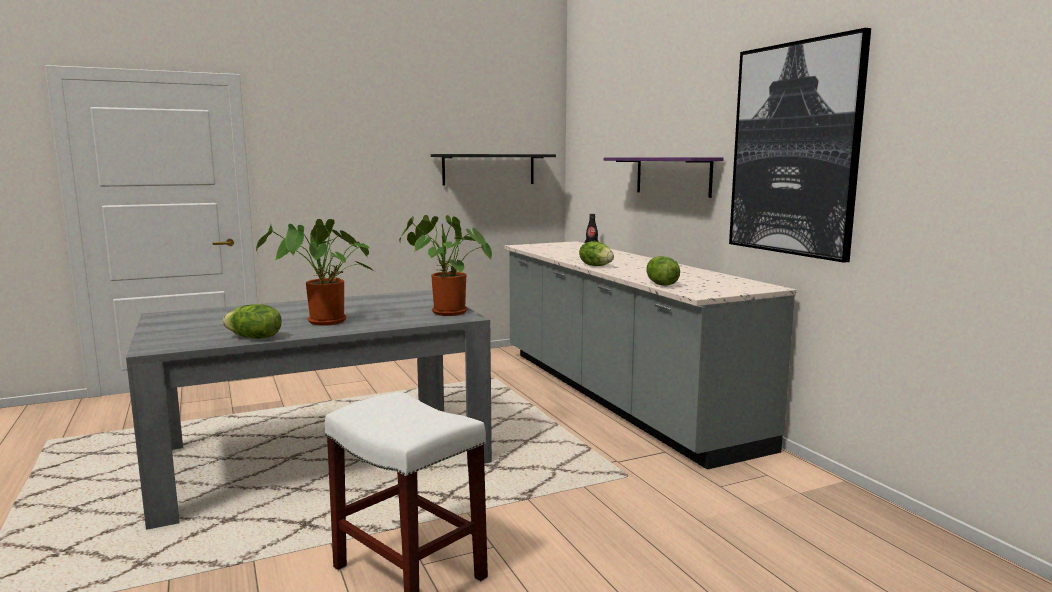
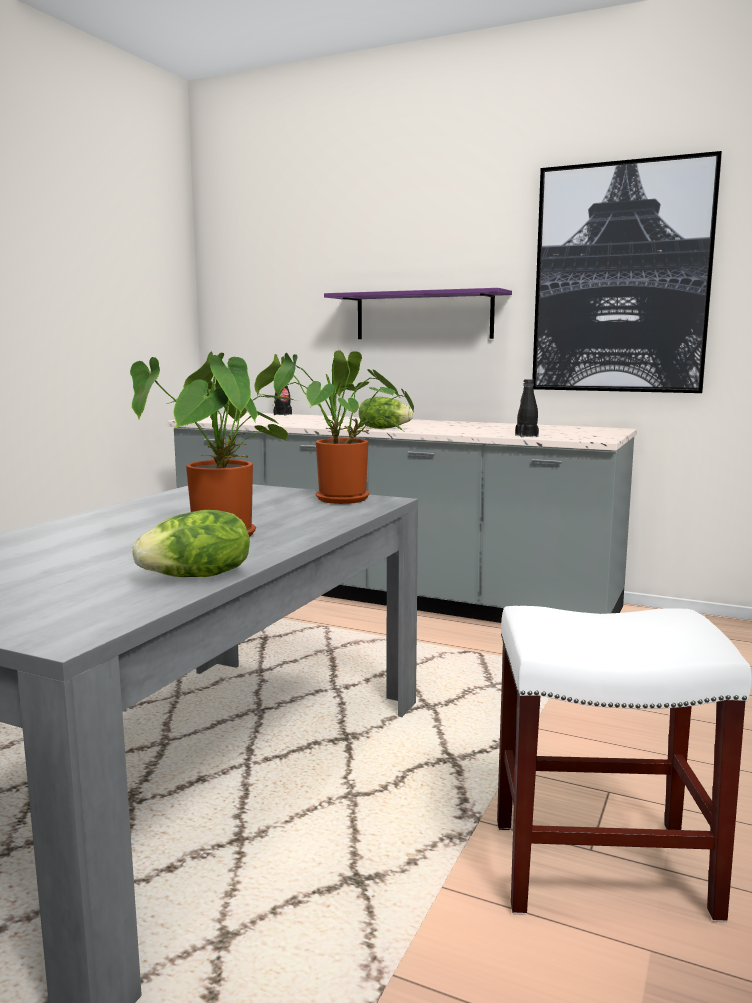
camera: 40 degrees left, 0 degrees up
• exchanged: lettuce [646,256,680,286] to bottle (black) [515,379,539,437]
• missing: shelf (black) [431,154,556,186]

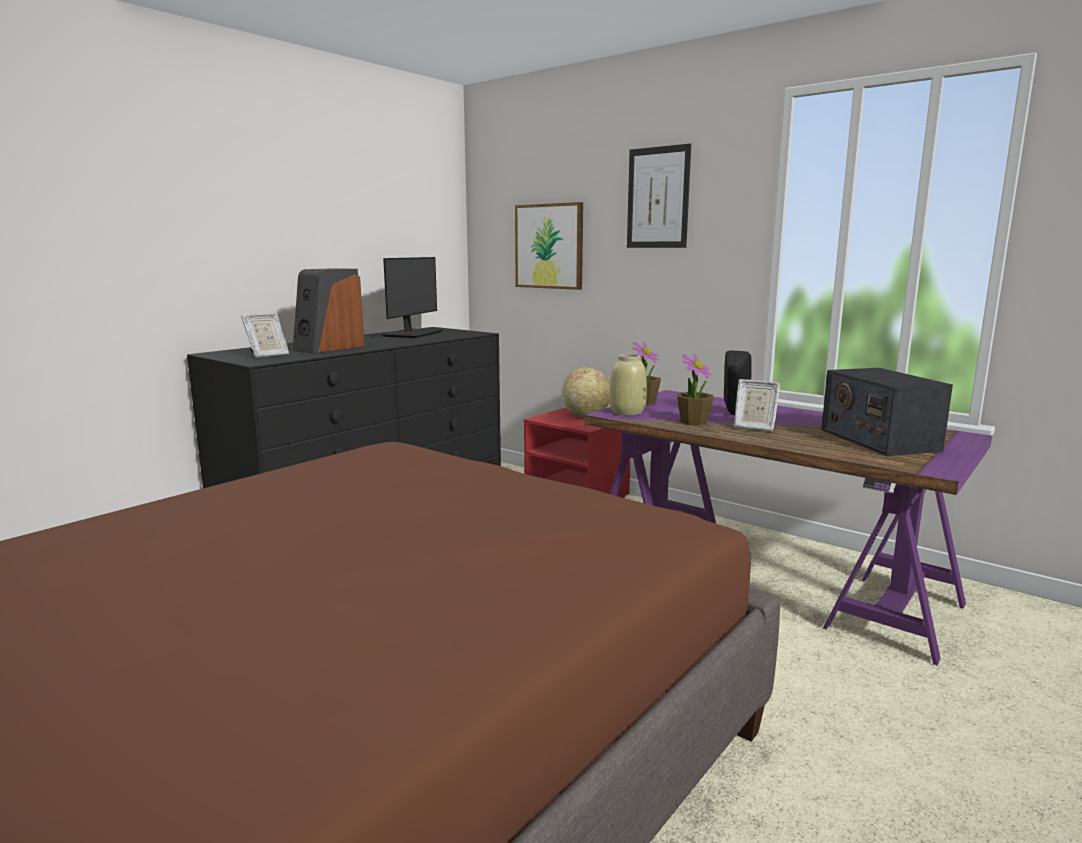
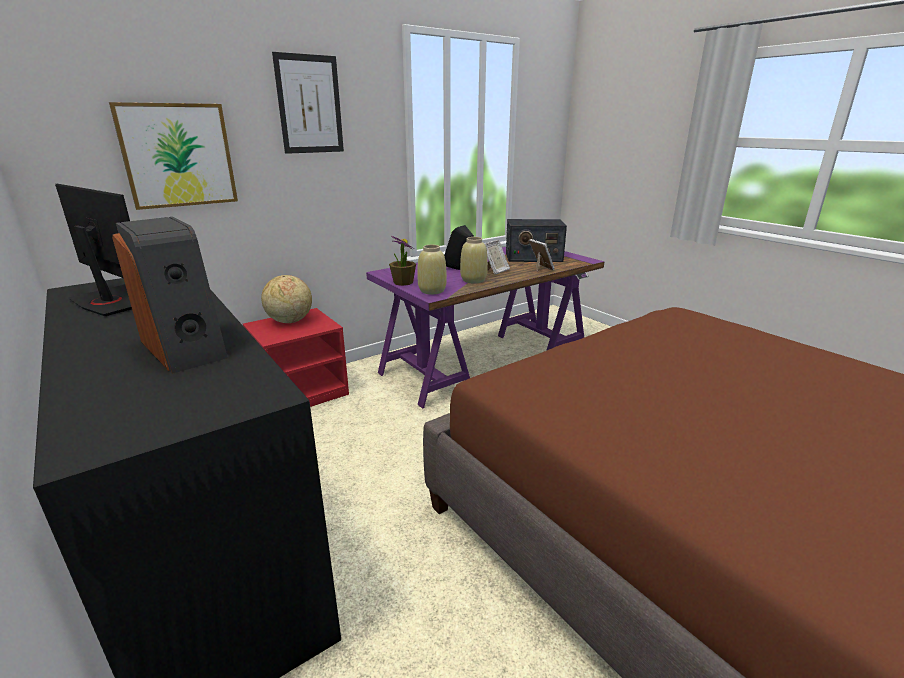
camera: 75 degrees left, 10 degrees up
• exchanged: potted plant [677,354,714,425] to vase (beige) [460,237,488,283]
• relocated: picture frame [241,313,289,358] to [529,239,555,272]

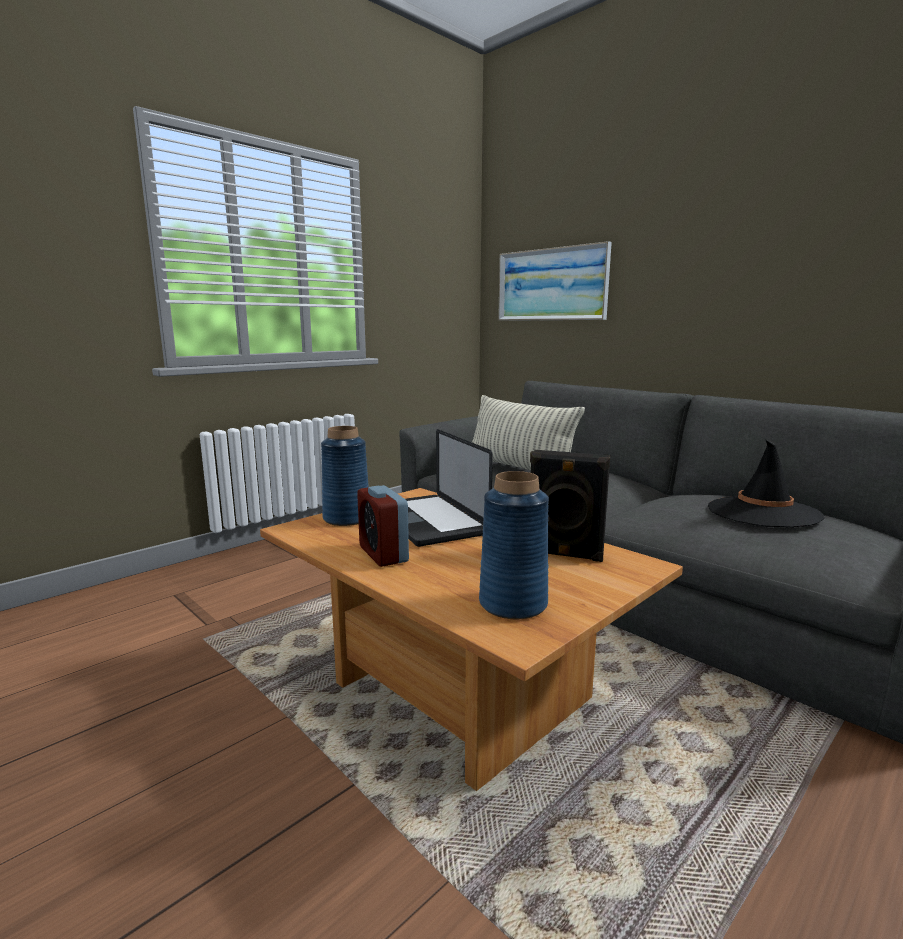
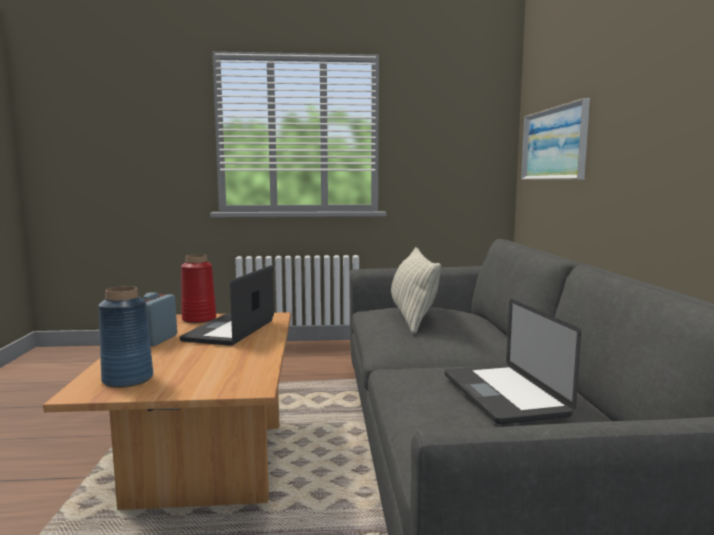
camera: 40 degrees right, 5 degrees down
• colour: vase (blue) [321,426,369,526] to vase (red) [181,254,216,323]
• exchanged: hat (black) [708,440,825,527] to laptop [444,299,581,424]
• missing: speaker (black) [530,450,610,562]

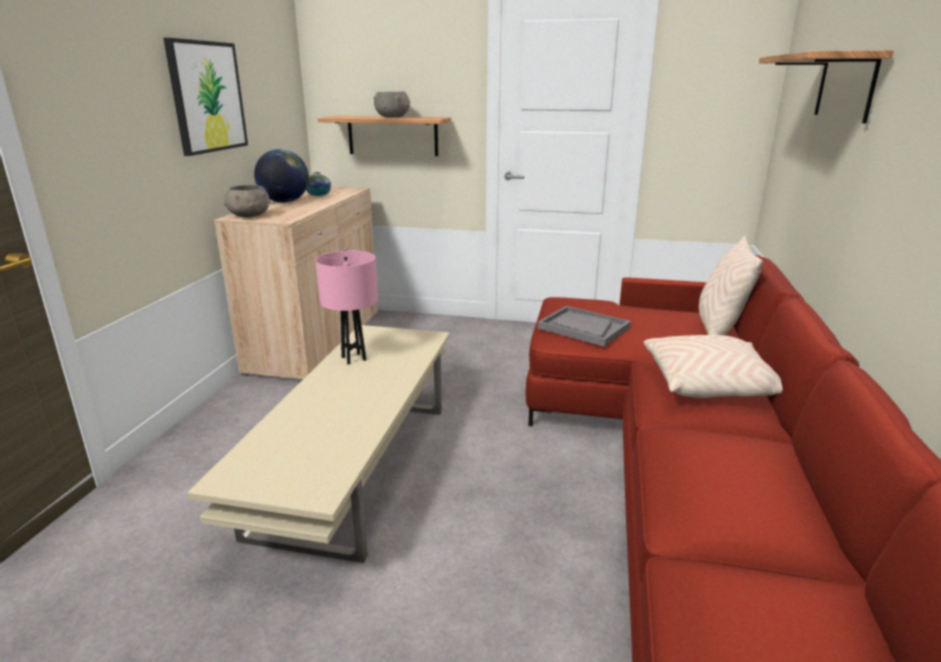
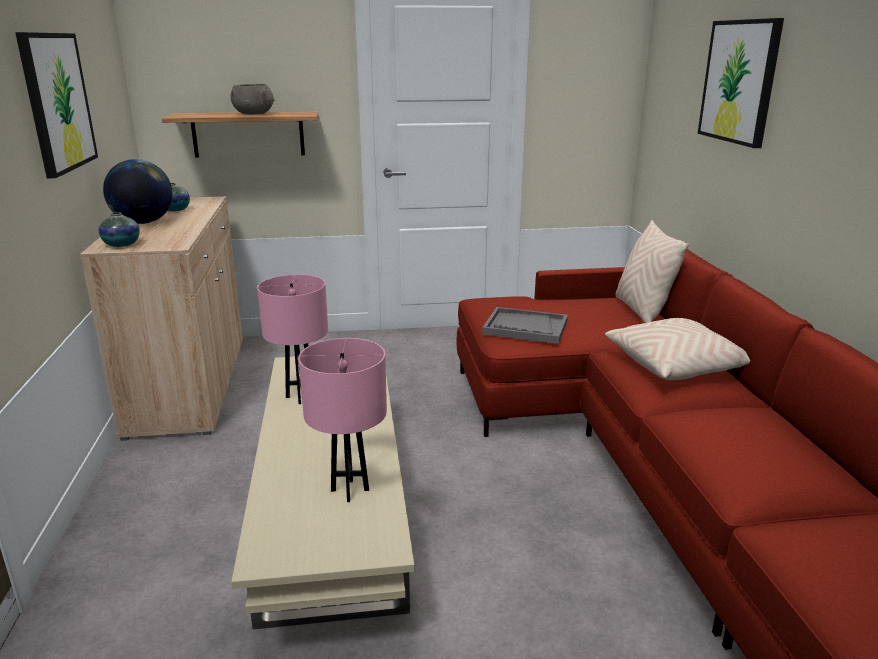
camera: 20 degrees left, 0 degrees up
• exchanged: bowl (grey) [224,185,271,217] to vase [99,212,140,247]
• appeared: table lamp (pink) [298,338,387,502]
• exchanged: shelf [759,50,894,124] to picture [698,18,784,148]

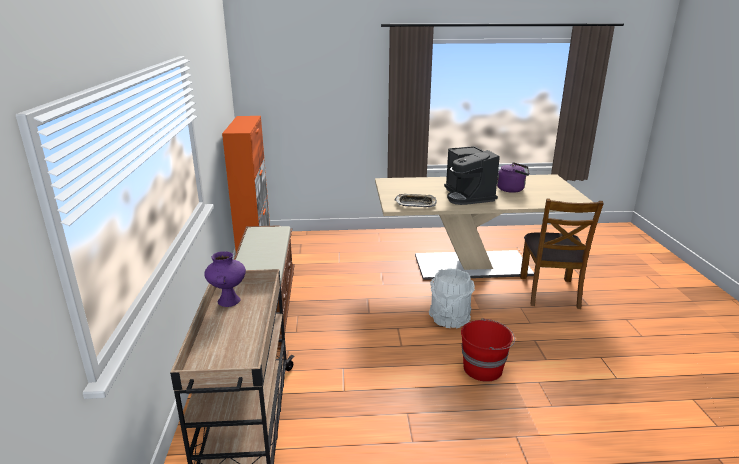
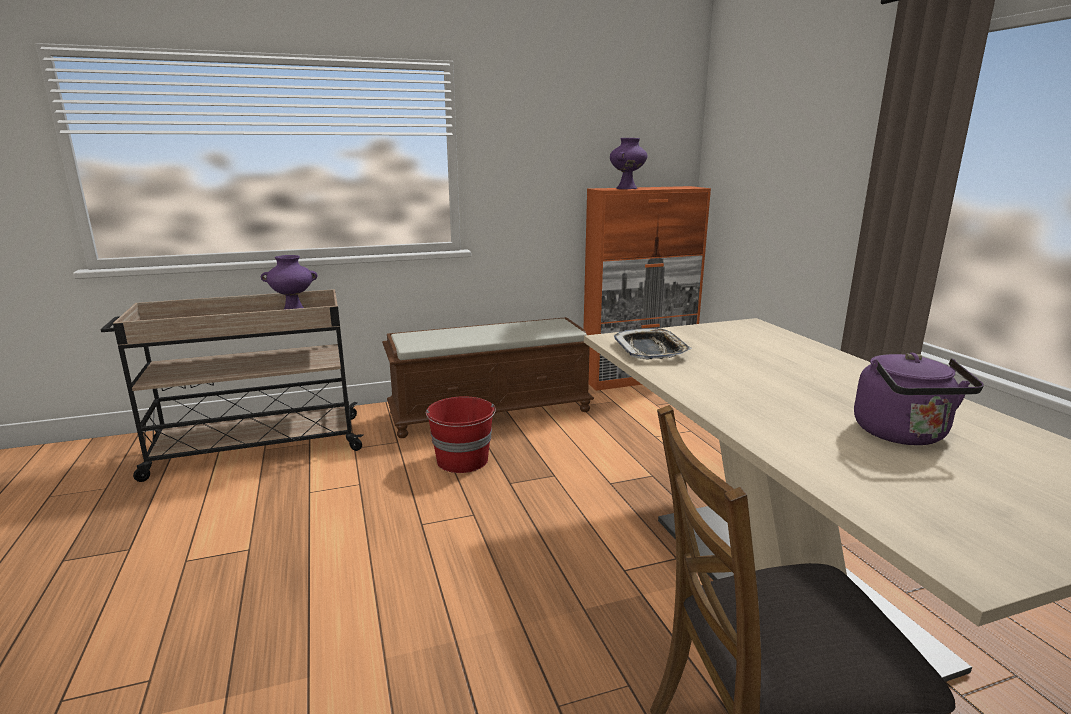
camera: 75 degrees right, 5 degrees down
• relocated: bucket (red) [461,318,515,382] to [426,396,496,473]
• appeared: vase (purple) [610,138,647,189]
• missing: bucket (white) [429,269,475,328]
• missing: coffee machine [444,146,500,205]

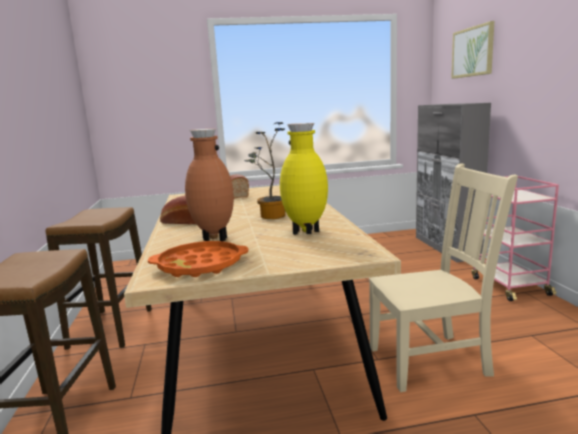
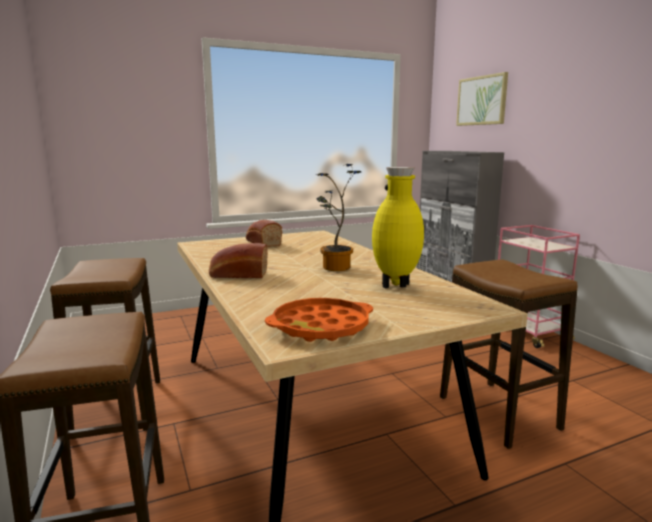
camera: 15 degrees left, 0 degrees up
• exchanged: chair (beige) [369,163,518,392] to stool [440,260,577,449]
• missing: vase (brown) [185,129,234,241]

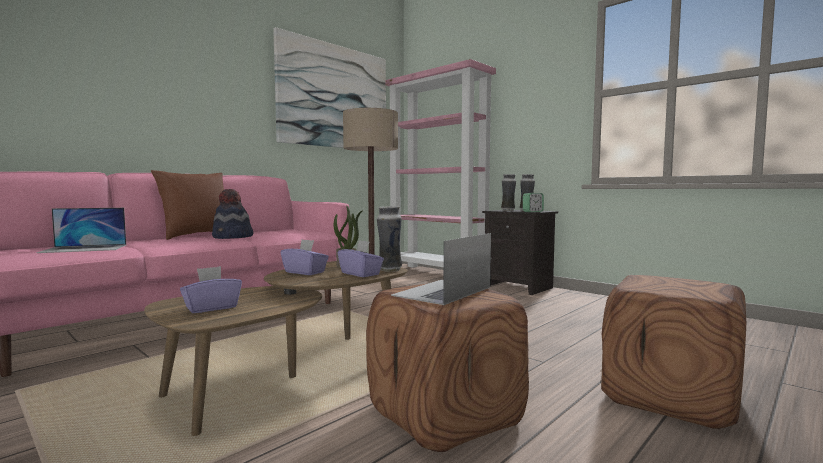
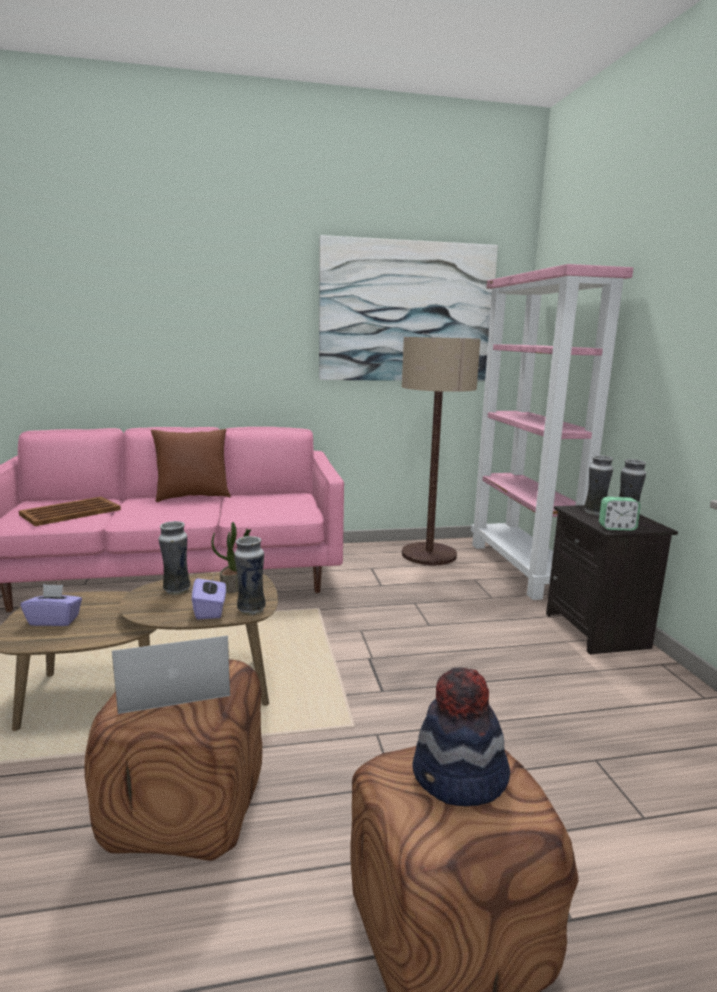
camera: 35 degrees right, 10 degrees up
• exchanged: laptop [36,208,126,253] to tray (brown) [19,497,121,526]
• exchanged: tissue box (purple) [281,240,329,275] to vase [159,521,190,595]
• relocated: hat [212,189,253,239] to [412,667,510,806]

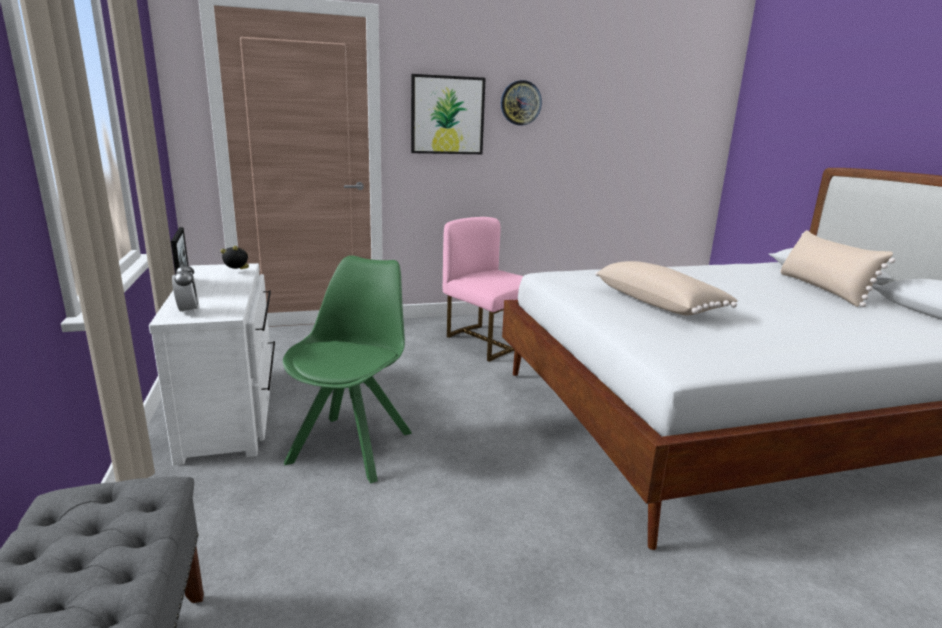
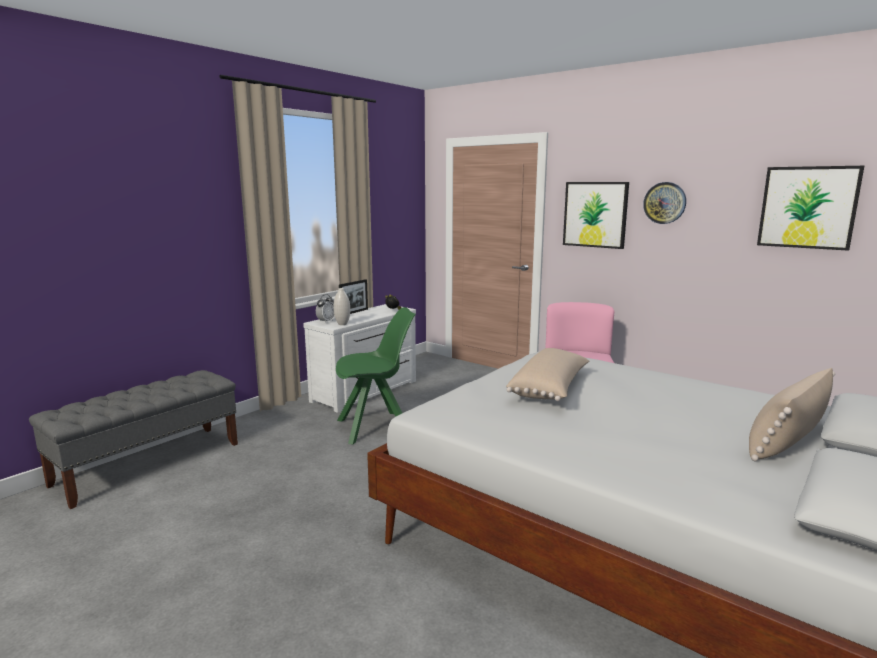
camera: 55 degrees right, 5 degrees down
• appeared: vase (white) [333,288,350,325]
• appeared: picture [757,166,864,251]

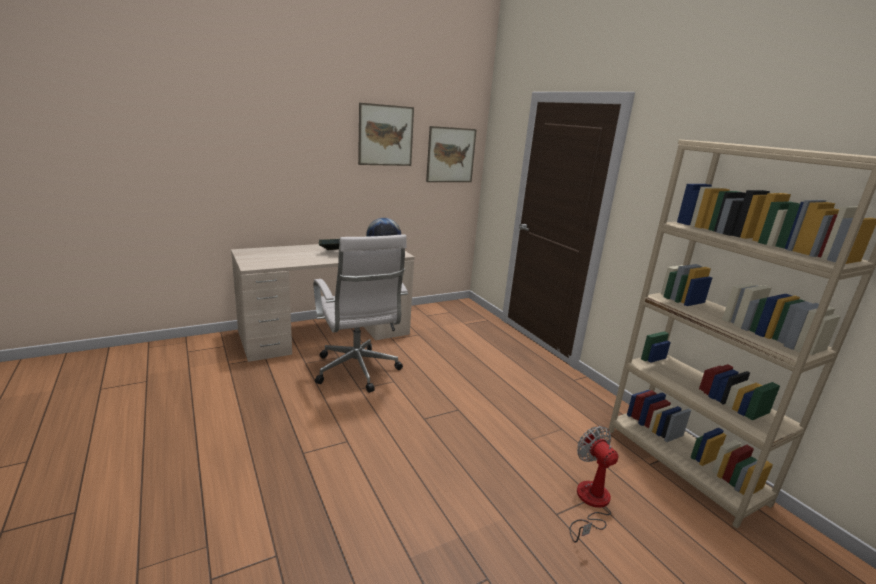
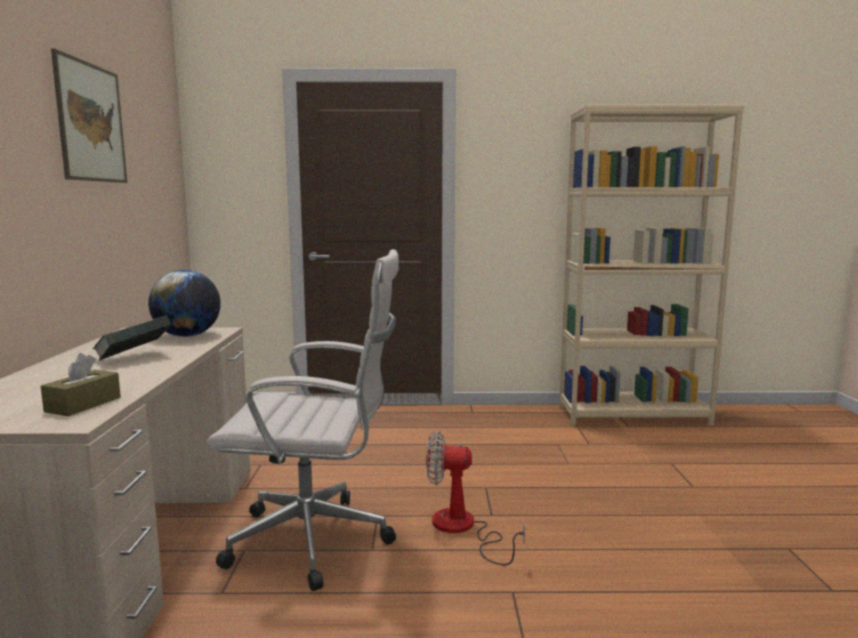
camera: 60 degrees left, 10 degrees down
• appeared: tissue box (brown) [41,353,121,416]
• relocated: fan [569,426,618,543] to [426,431,525,565]
• missing: picture [426,126,477,182]

